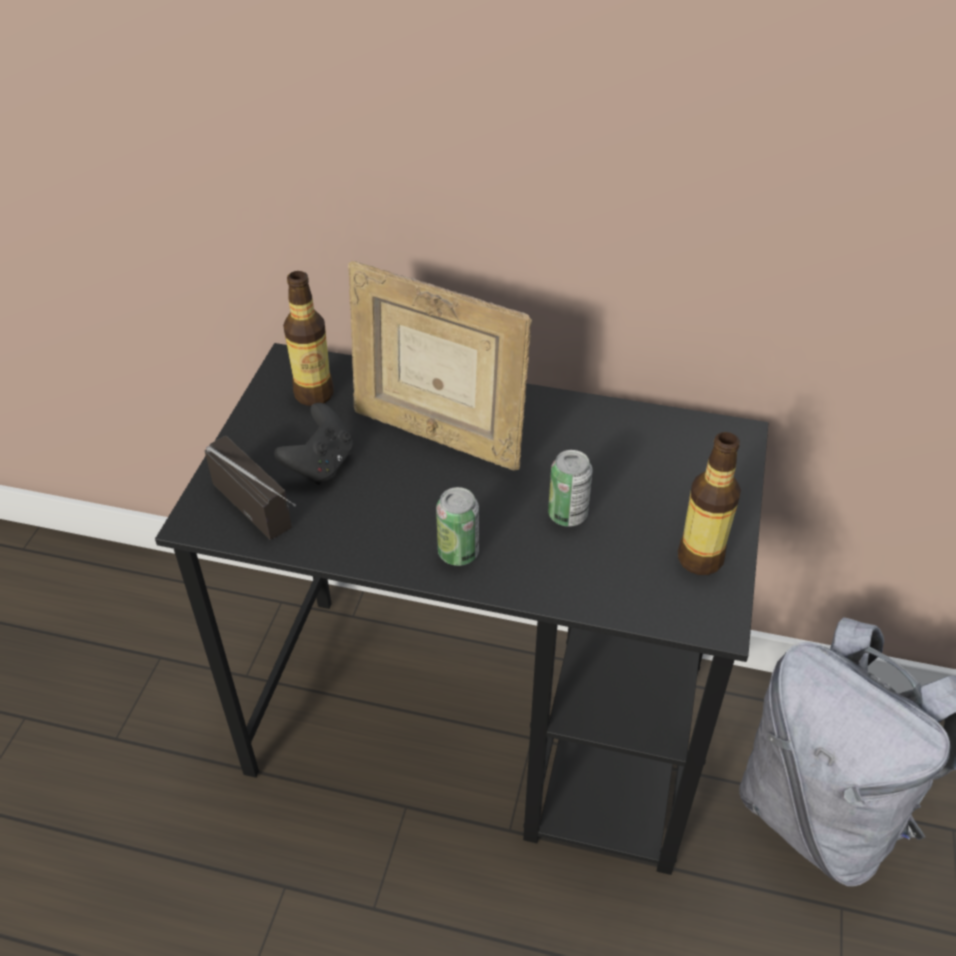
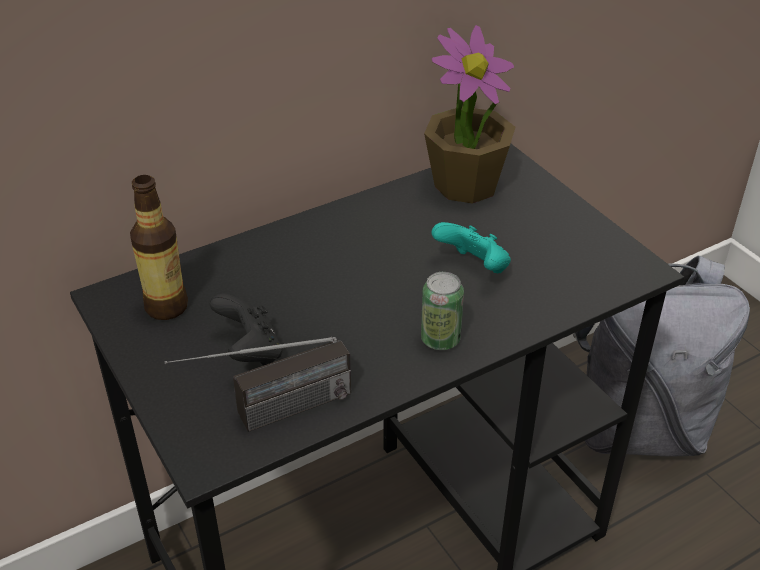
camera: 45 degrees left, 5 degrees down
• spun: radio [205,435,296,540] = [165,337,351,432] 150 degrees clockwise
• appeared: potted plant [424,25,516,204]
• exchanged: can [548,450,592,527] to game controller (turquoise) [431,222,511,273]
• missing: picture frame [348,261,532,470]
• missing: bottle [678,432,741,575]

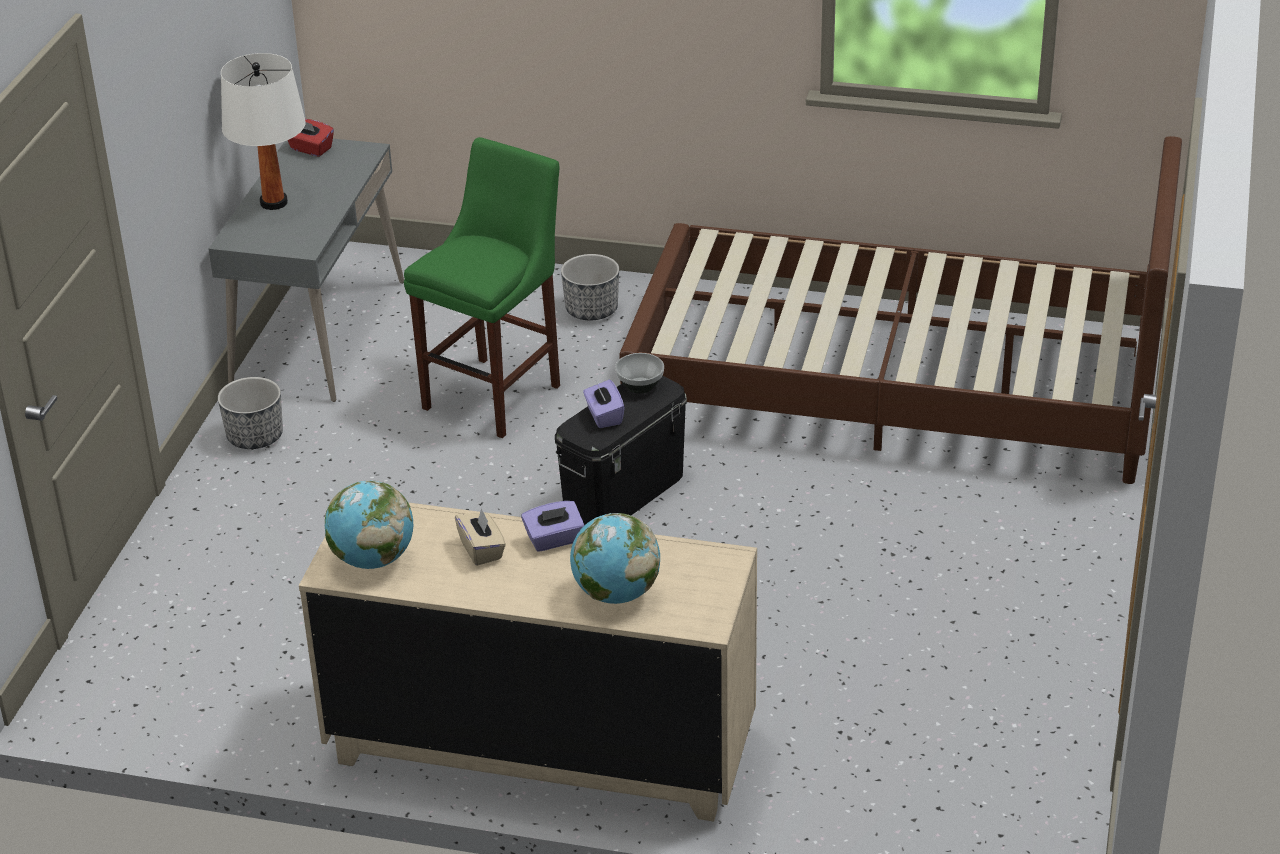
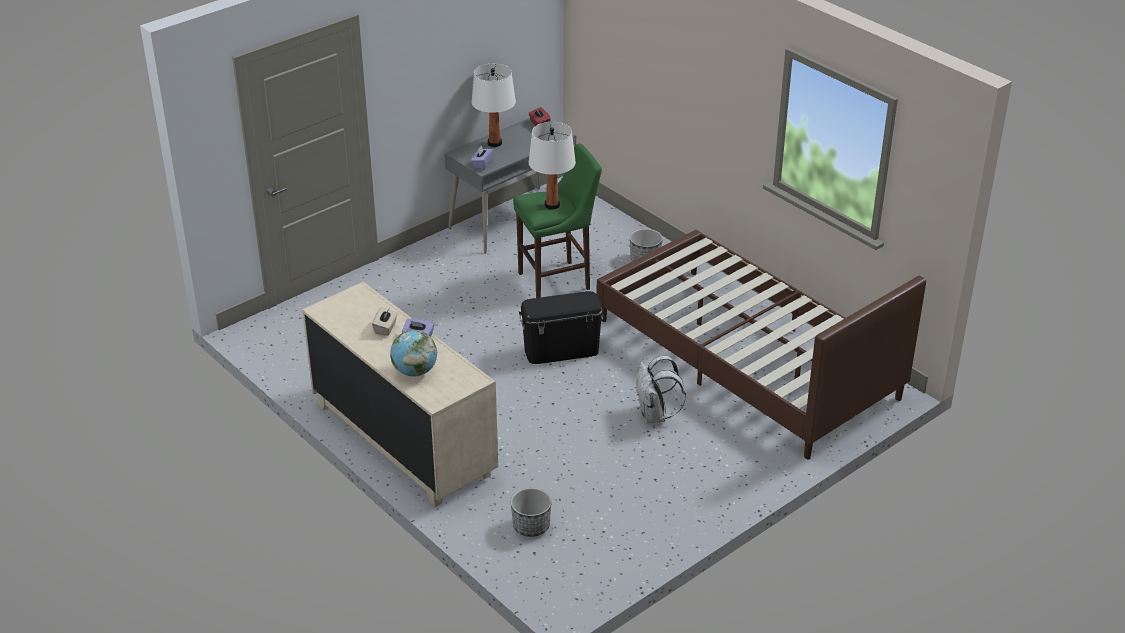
camera: 35 degrees right, 0 degrees up
• relocated: tissue box (purple) [583,380,625,428] to [471,145,493,170]
• relocated: planter [218,377,283,449] to [511,488,552,537]
• appeared: table lamp (white) [529,122,576,210]
• appeared: backpack (white) [636,356,686,423]
• missing: globe [325,480,413,569]
• missing: bowl [615,353,664,394]

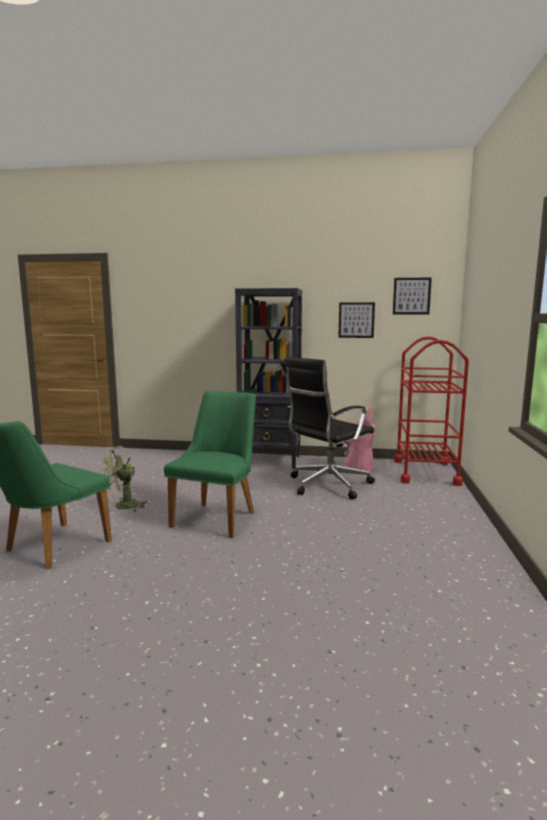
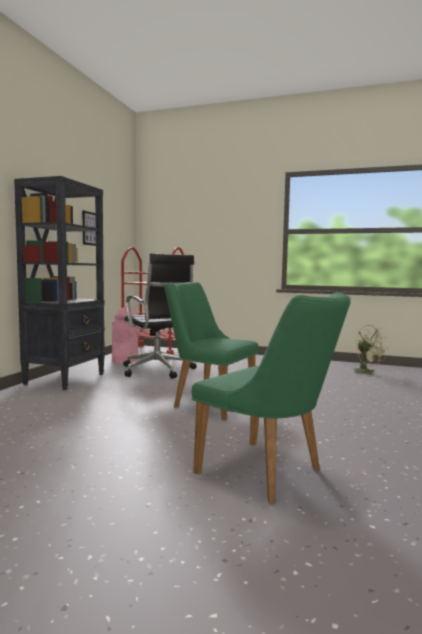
camera: 80 degrees left, 5 degrees down
• relocated: fan (green) [99,446,147,512] to [354,325,387,375]
• missing: picture [393,278,432,314]

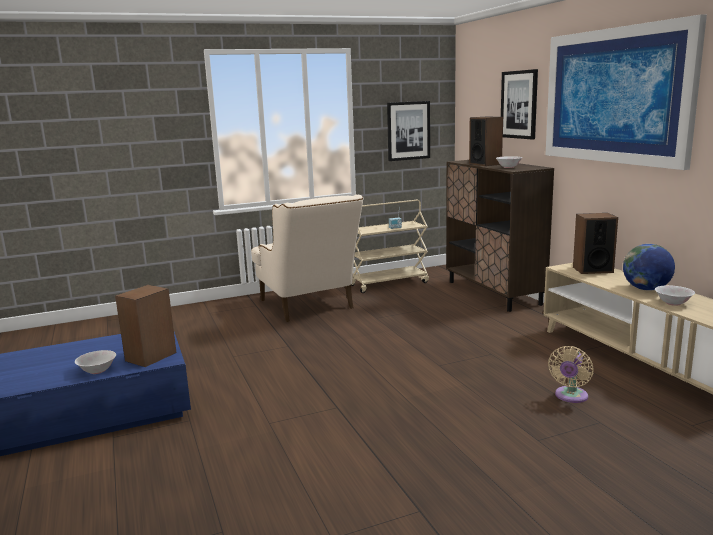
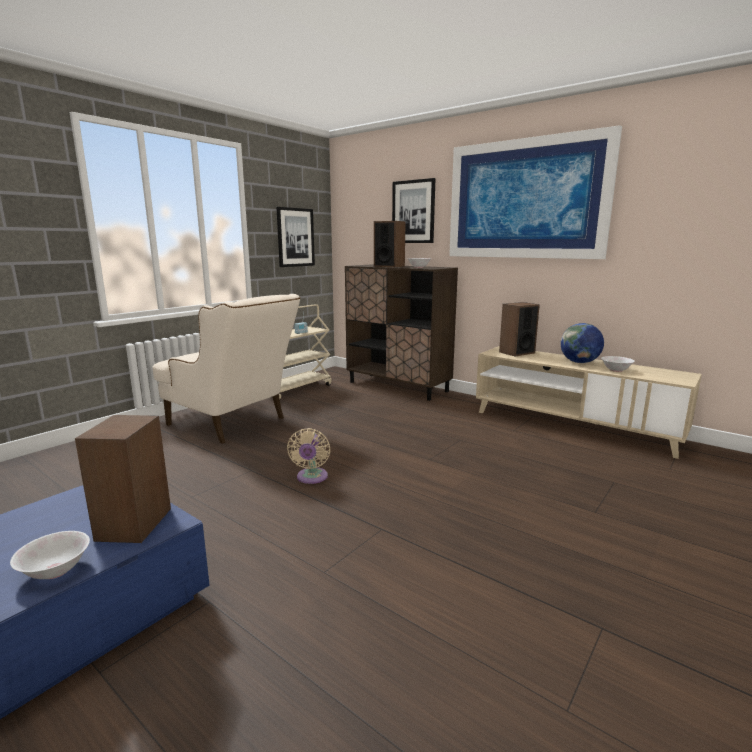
camera: 30 degrees left, 0 degrees up
• relocated: fan (beige) [548,346,593,403] to [287,428,330,484]

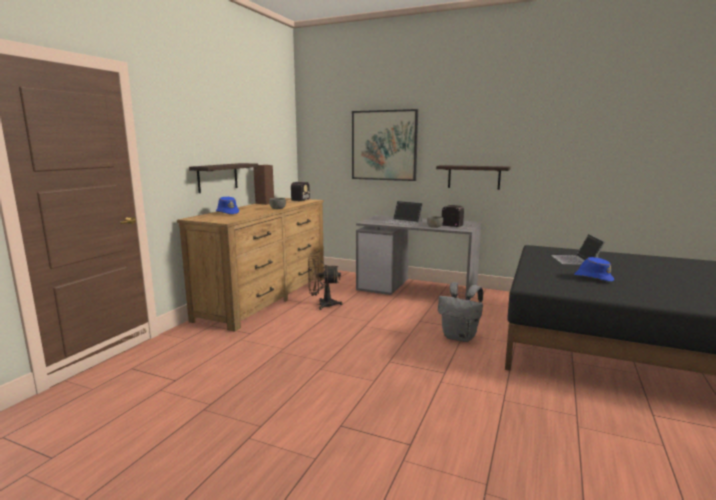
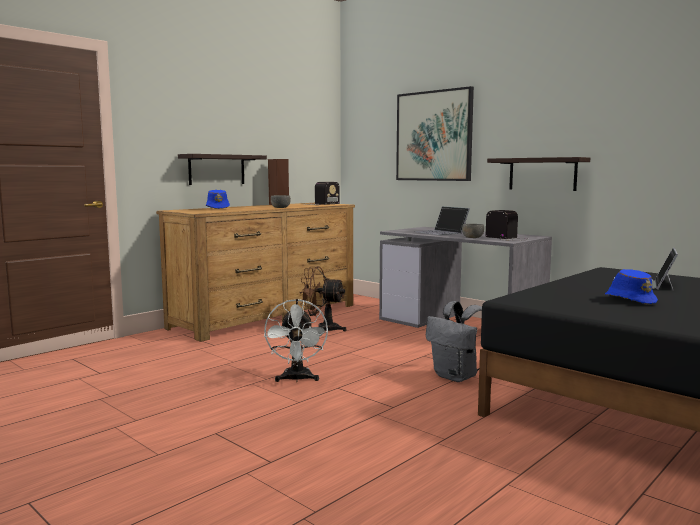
camera: 20 degrees right, 5 degrees down
• appeared: fan (white) [264,299,328,382]

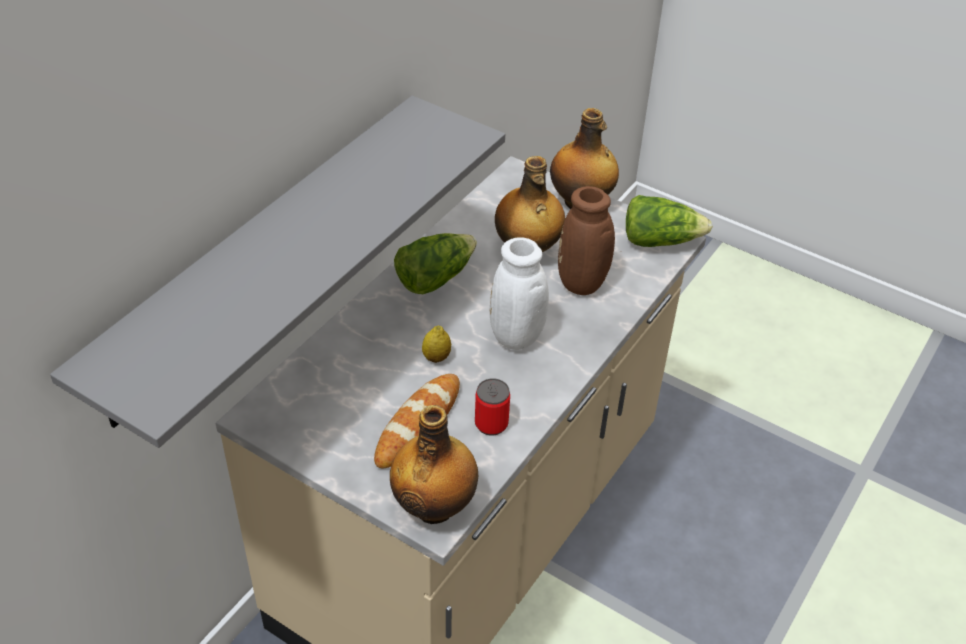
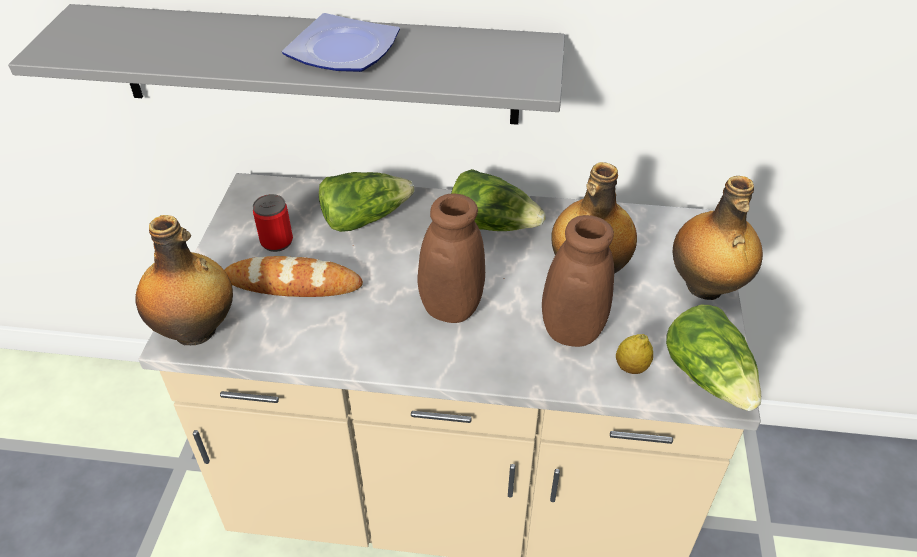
camera: 65 degrees right, 0 degrees up
• relocated: can [475,378,510,436] to [253,194,293,252]
• appeared: plate [282,13,400,72]
• appeared: lettuce [319,172,414,232]
• colour: vase (white) [490,237,549,350] to vase (brown) [352,194,485,323]
• relocated: lemon [422,325,451,363] to [616,334,653,374]

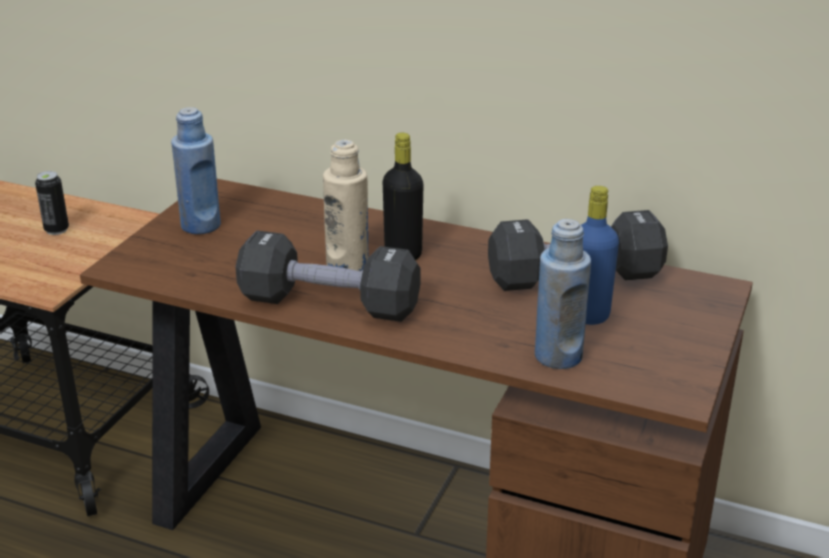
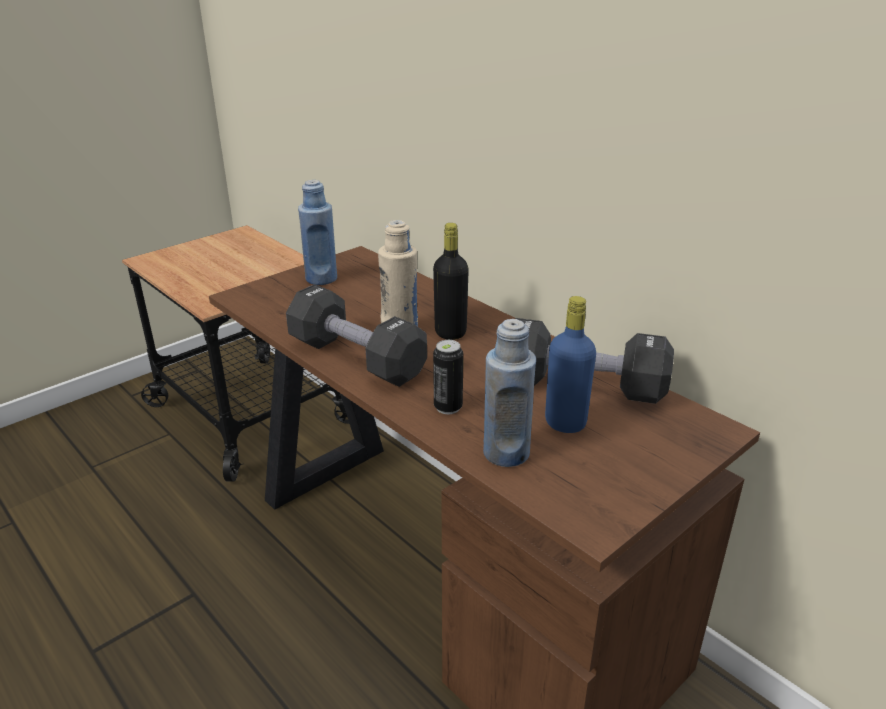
camera: 25 degrees right, 0 degrees up
• relocated: can [35,171,69,235] to [433,340,463,414]

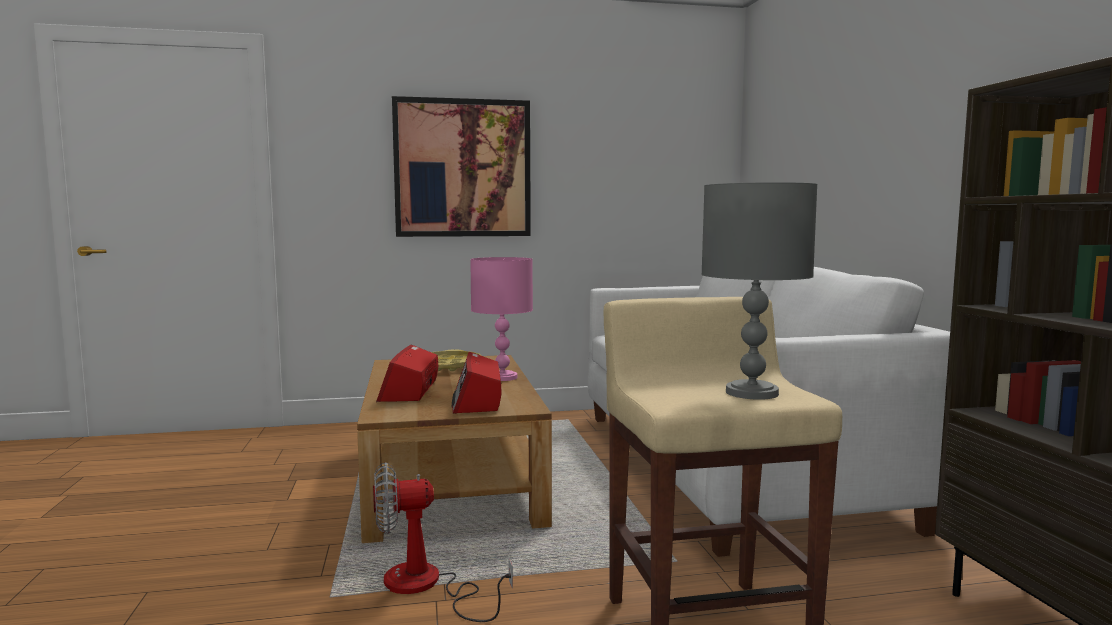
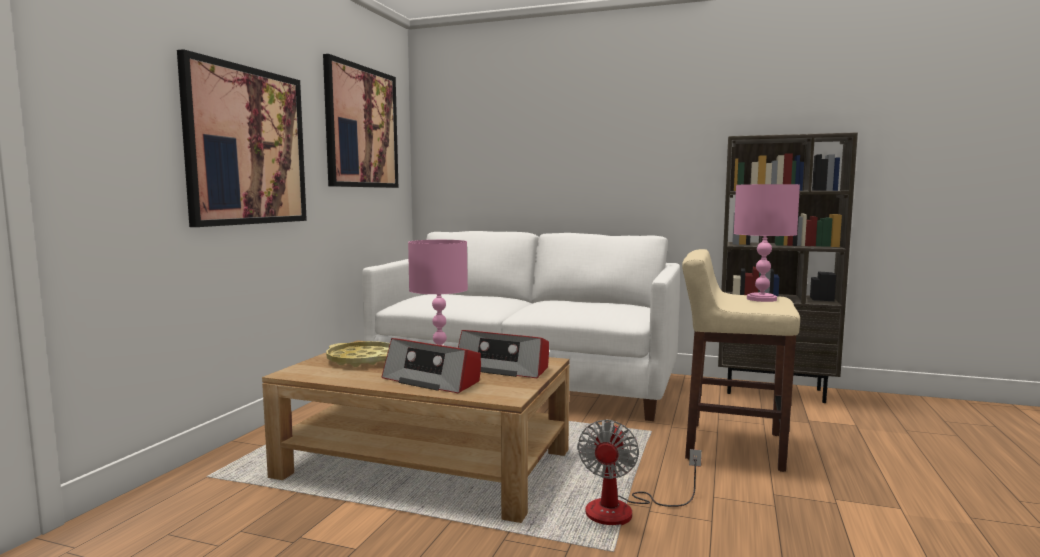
camera: 60 degrees left, 0 degrees up
• appeared: picture [323,54,398,188]
• colour: table lamp (grey) [701,182,818,400] to table lamp (pink) [734,184,800,302]

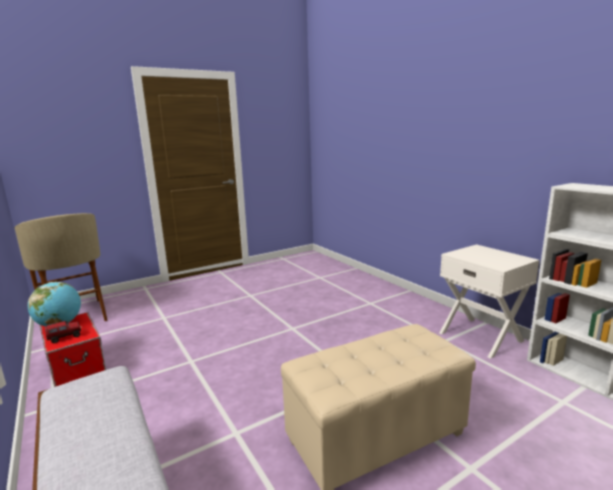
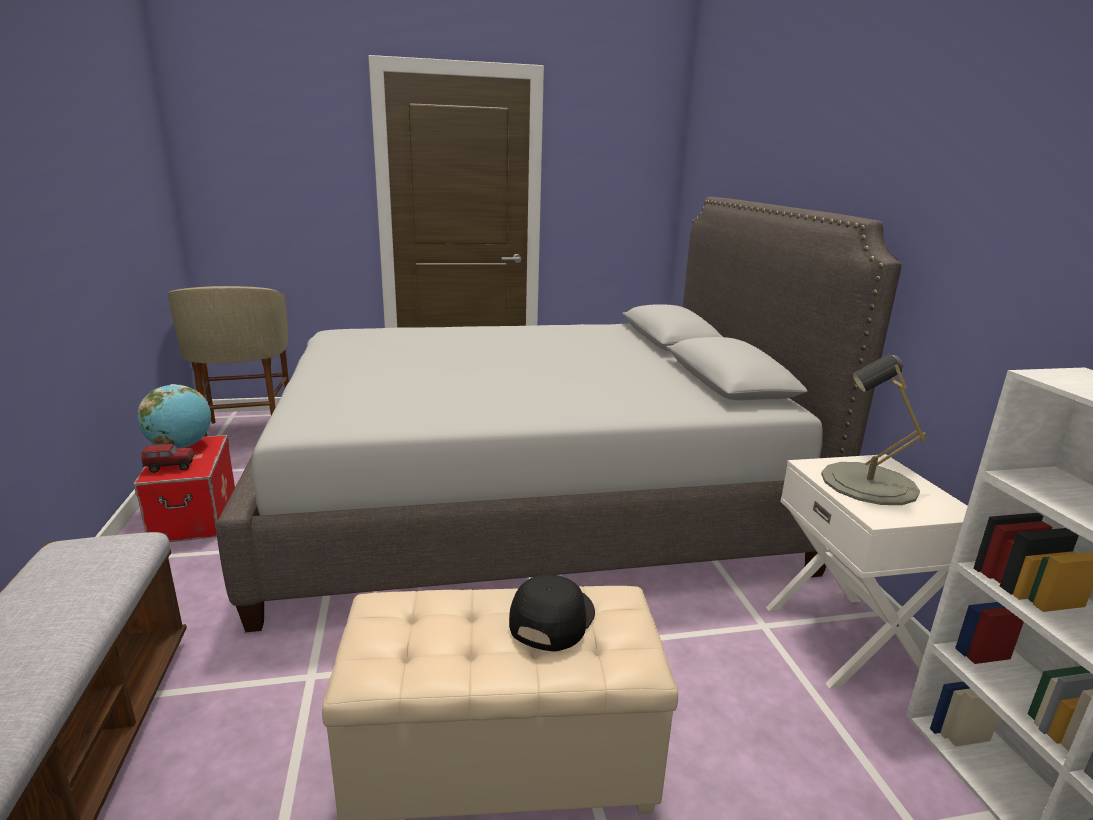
camera: 20 degrees right, 5 degrees up
• appeared: bed (grey) [216,197,901,632]
• appeared: cap (black) [509,574,595,651]
• appeared: table lamp (grey) [821,354,926,505]

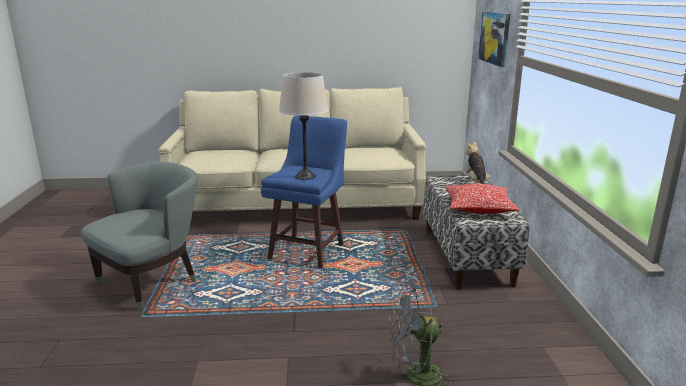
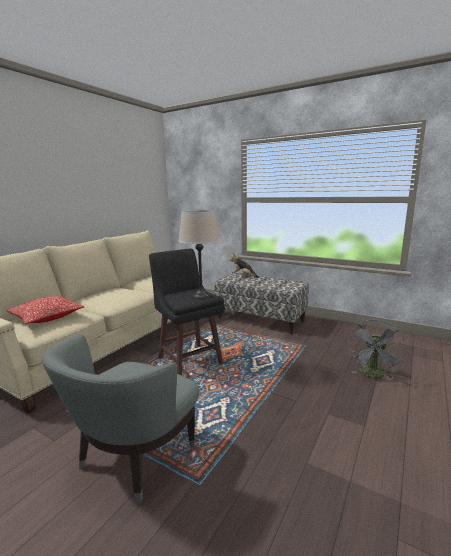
camera: 55 degrees left, 5 degrees down
• relocated: pillow [445,184,519,214] to [6,296,84,324]
• spun: armchair (grey) [81,161,197,310] = [42,335,199,504] 135 degrees counterclockwise
• colour: stool (blue) [261,115,347,269] to stool (black) [149,249,225,376]
• missing: picture [478,12,510,67]

